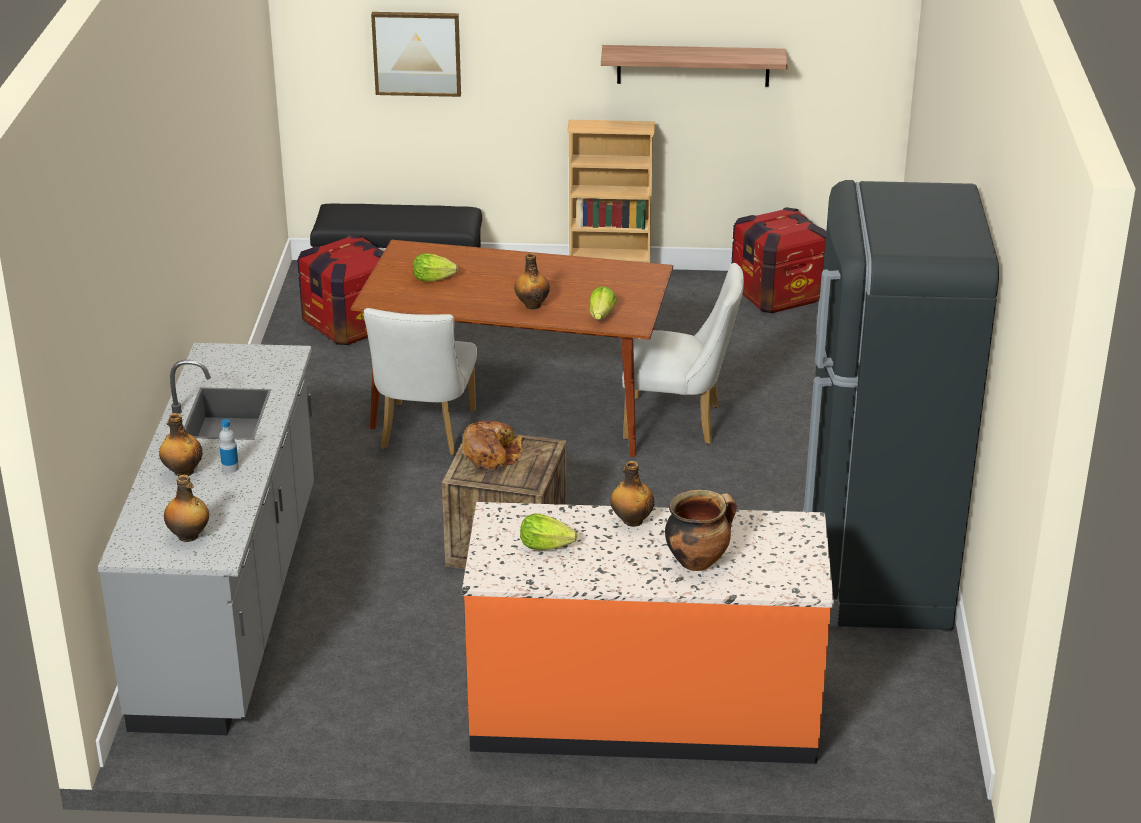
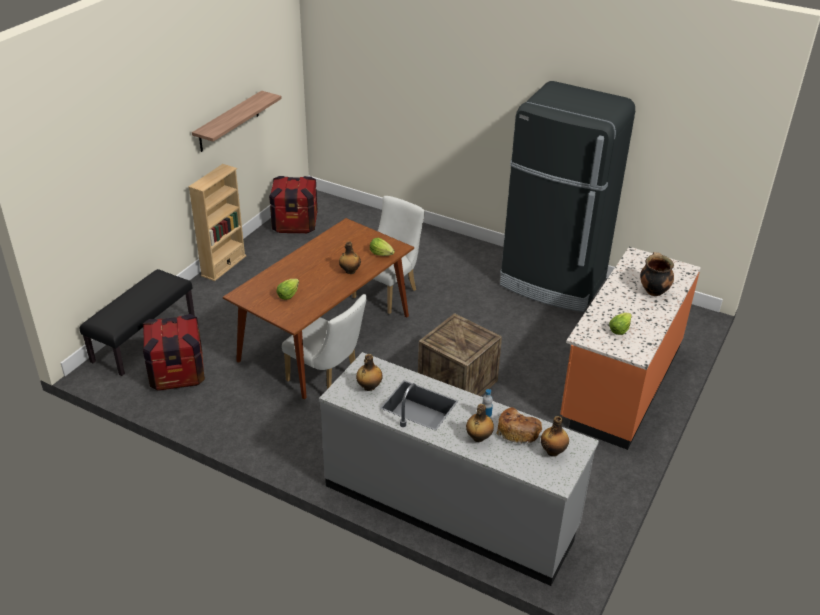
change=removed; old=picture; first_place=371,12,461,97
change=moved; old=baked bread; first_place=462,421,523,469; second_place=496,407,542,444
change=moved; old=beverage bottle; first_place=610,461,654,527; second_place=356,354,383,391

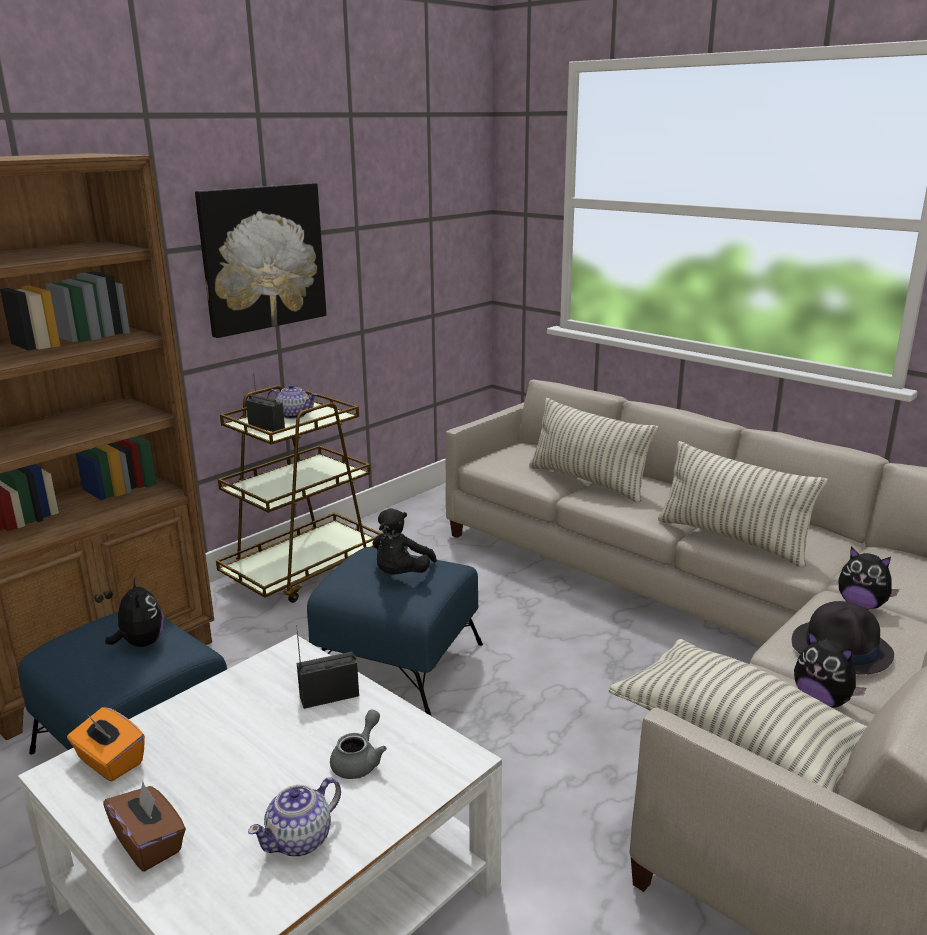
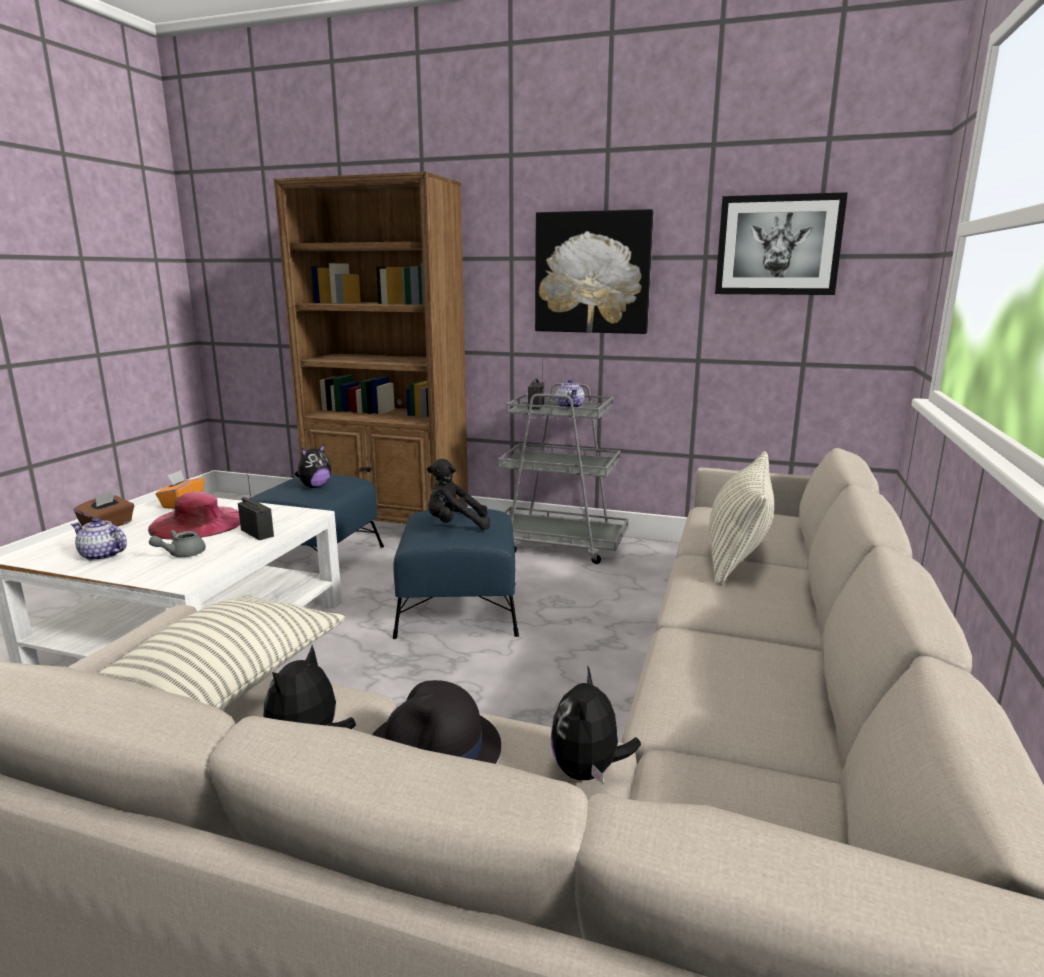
change=recoloured; old=brown trolley; new=grey trolley; first_place=216,386,382,603; second_place=498,383,629,564
change=turned; old=grey tea pot; first_place=330,709,387,779; second_place=149,530,206,557; degrees=135
change=removed; old=throw pillow; first_place=658,441,827,568
change=added; new=pinkish wearable hat; second_place=148,491,240,540
change=added; new=picture; second_place=715,192,848,295

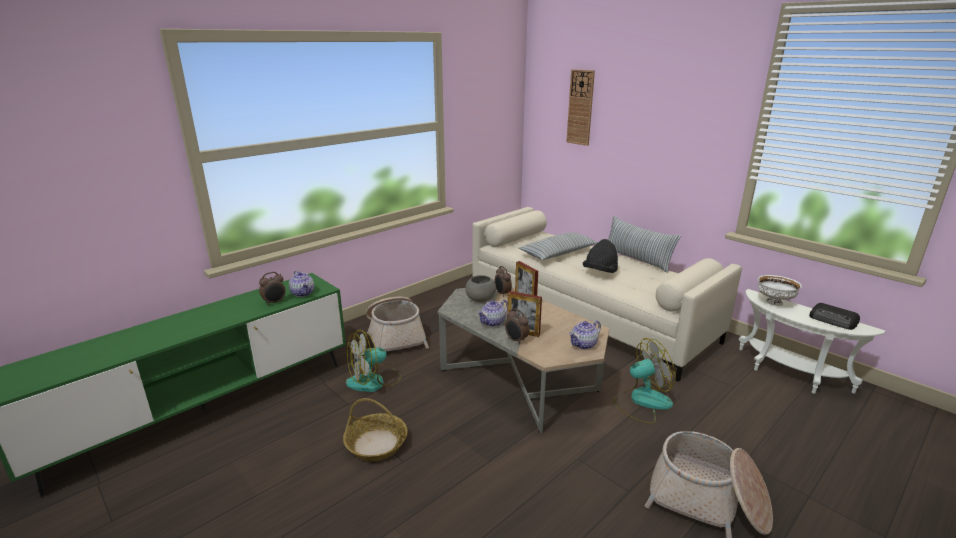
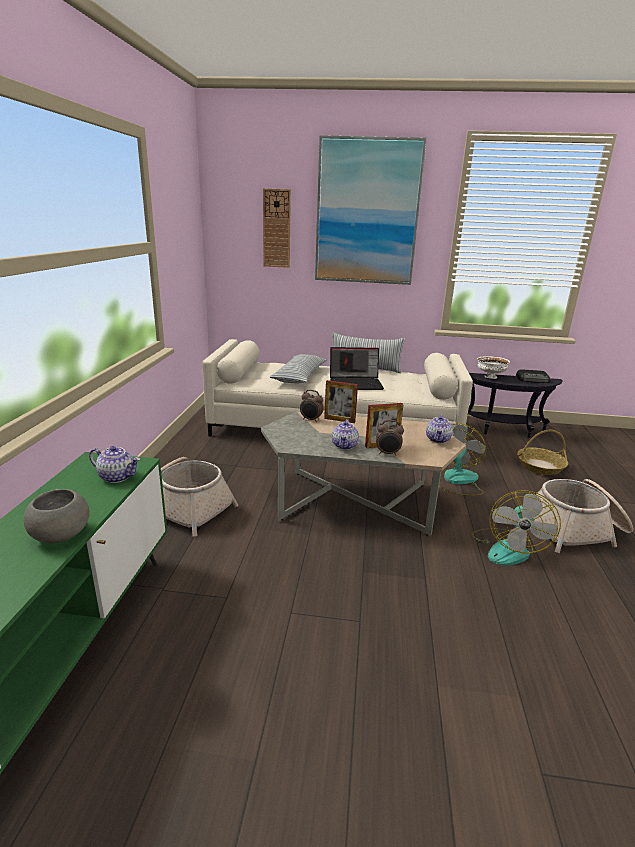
change=removed; old=table clock; first_place=259,272,286,306
change=moved; old=basket; first_place=343,398,408,461; second_place=517,430,568,475
change=moved; old=electric fan; first_place=346,330,401,392; second_place=472,491,561,565
change=moved; old=grey serving bowl; first_place=465,275,496,302; second_place=23,489,90,543
change=replaced; old=black wearable hat; new=portable computer; first_place=583,239,618,273; second_place=330,347,384,390
change=recoloured; old=whitish accent table; new=black accent table; first_place=739,289,885,394; second_place=468,373,563,438
change=added; new=picture; second_place=315,135,427,285

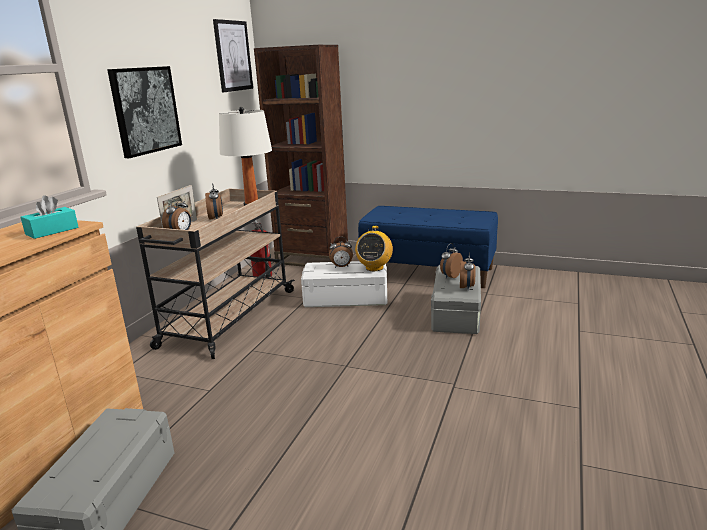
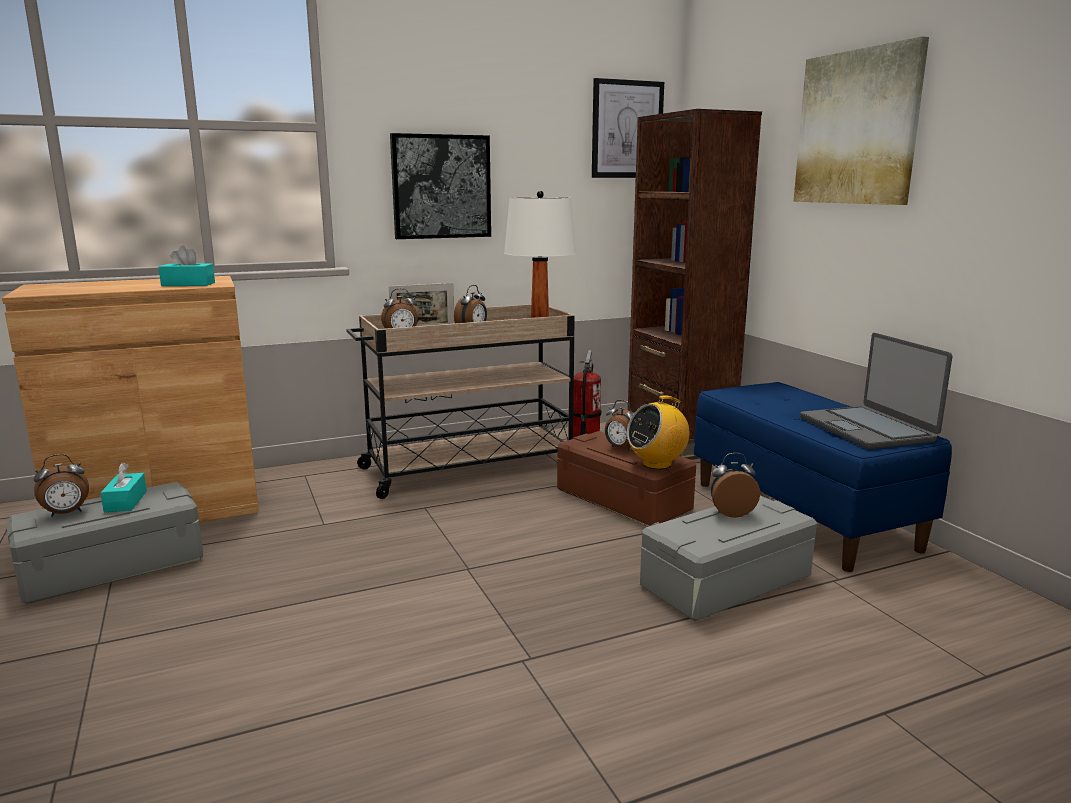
change=recoloured; old=whitish storage box; new=brown storage box; first_place=301,261,387,307; second_place=557,431,696,526
change=moved; old=table clock; first_place=460,252,476,290; second_place=33,454,89,517
change=added; new=blue-green tissue box; second_place=100,462,147,512
change=added; new=picture; second_place=793,36,929,205
change=added; new=portable computer; second_place=800,333,952,449

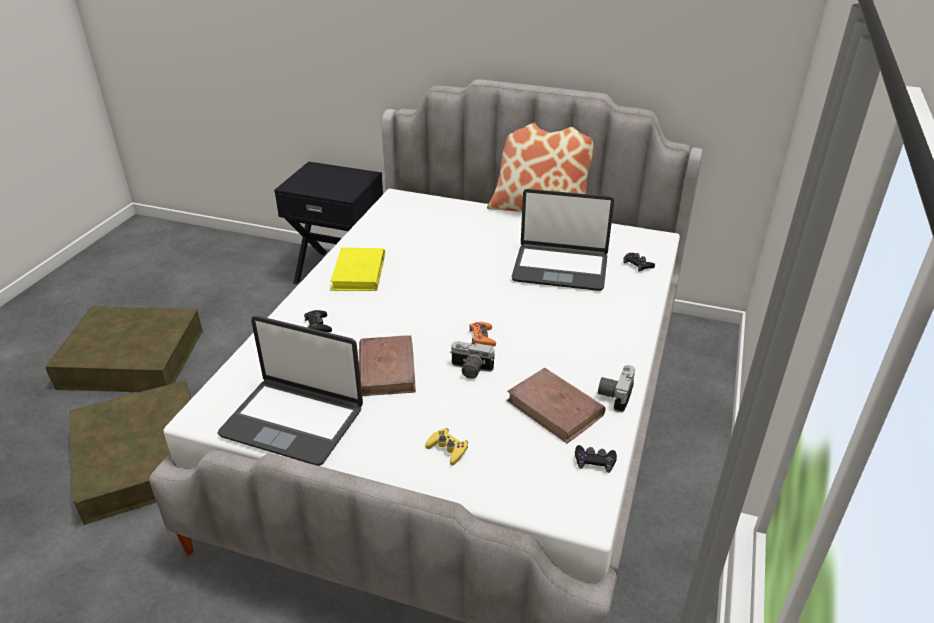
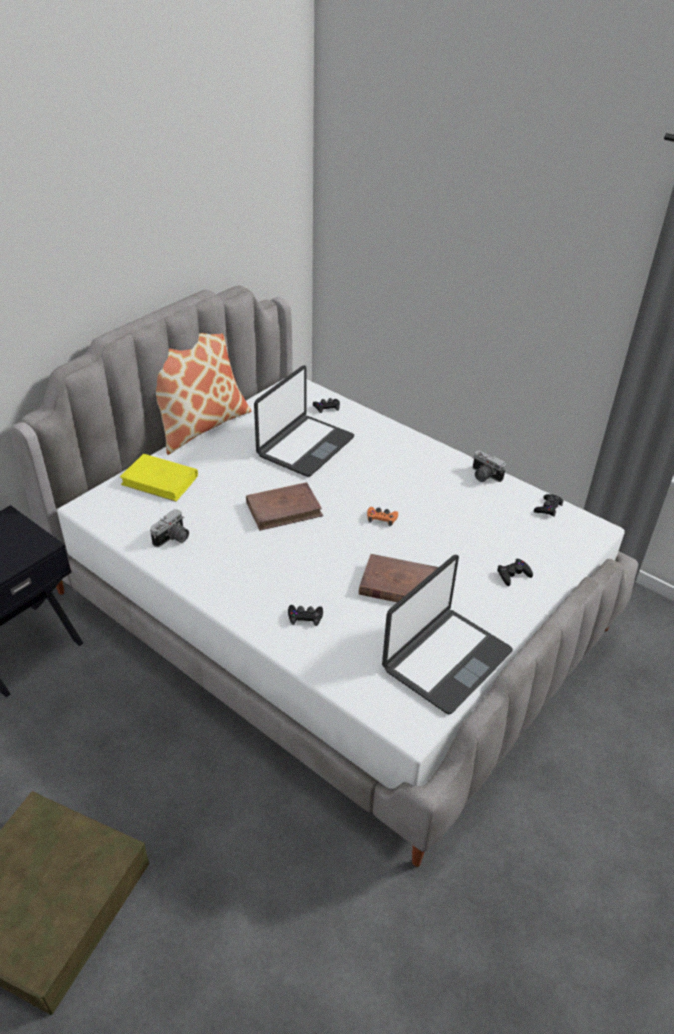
change=removed; old=brown storage box; first_place=69,380,191,525
change=moved; old=yellow-coloured volume; first_place=330,248,385,291; second_place=120,454,198,502
change=recoloured; old=yellow-coloured game controller; new=black game controller; first_place=425,428,468,466; second_place=497,558,533,586
change=moved; old=photo camera; first_place=450,341,495,379; second_place=150,509,189,547
change=moved; old=brown volume; first_place=507,368,606,443; second_place=246,482,323,531

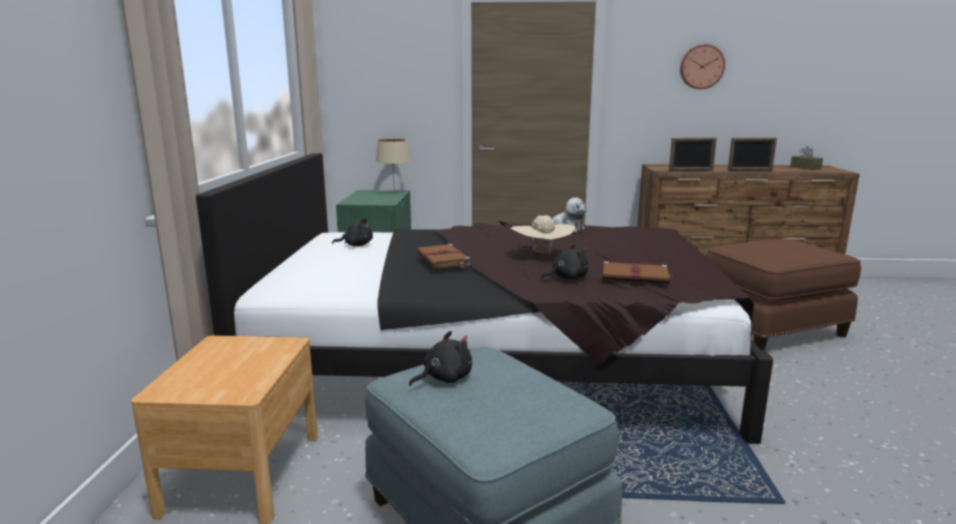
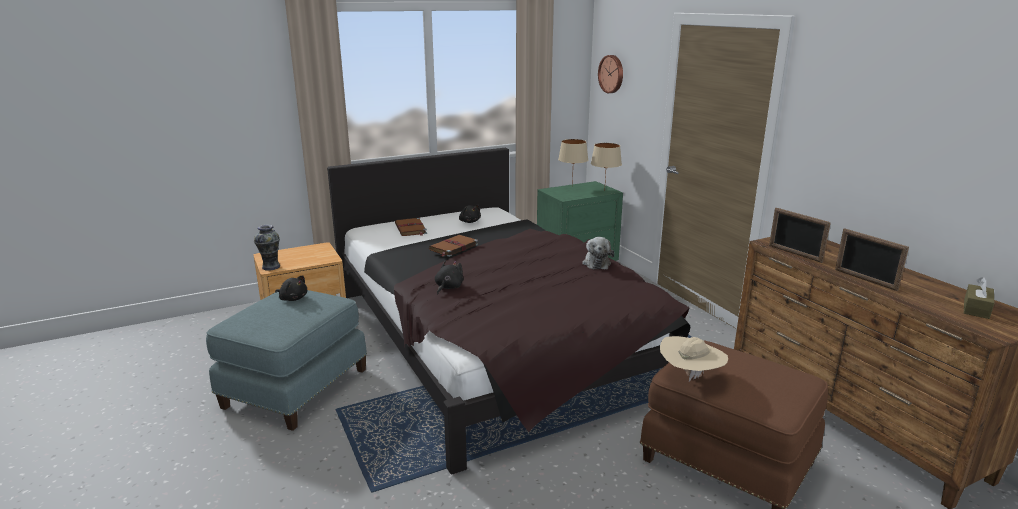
change=moved; old=beige wearable hat; first_place=511,215,575,255; second_place=660,336,728,382
change=turned; old=black plush toy; first_place=541,244,589,280; second_place=435,260,464,294; degrees=-105
change=moved; old=brown volume; first_place=603,261,672,284; second_place=395,218,427,236
change=moved; old=hanging clock; first_place=680,44,725,89; second_place=598,55,623,93
change=added; new=vase; second_place=254,225,280,271
change=added; new=beige lamp for a table; second_place=558,139,588,186

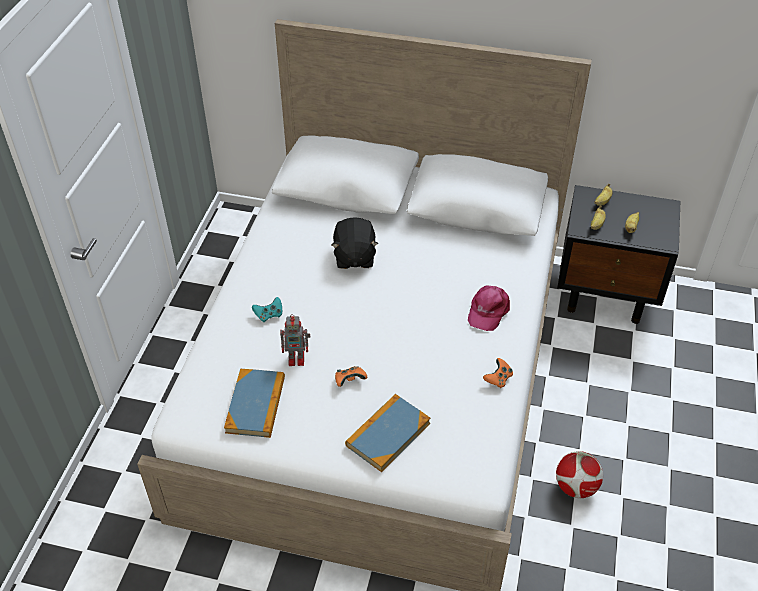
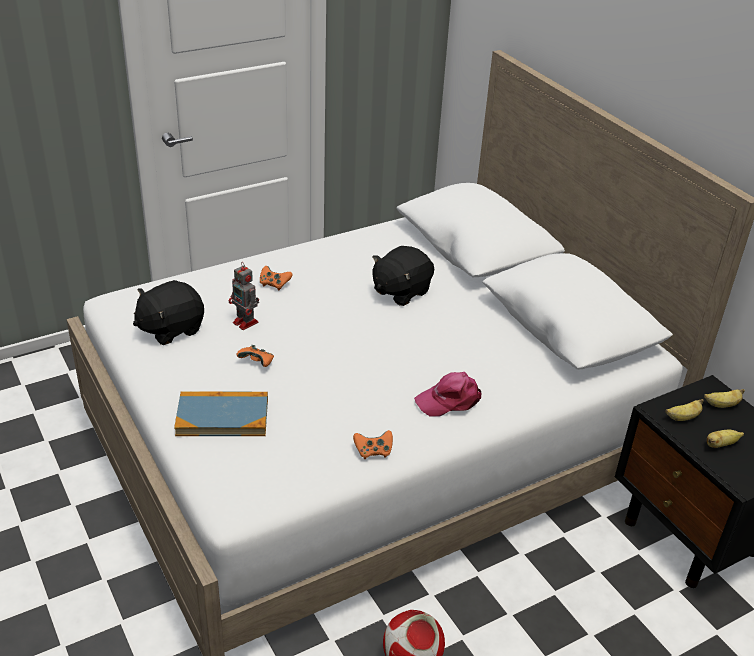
change=replaced; old=volume; new=black plush toy; first_place=224,369,285,438; second_place=133,280,204,345
change=recoloured; old=blue-green game controller; new=orange game controller; first_place=252,297,282,322; second_place=260,266,293,290

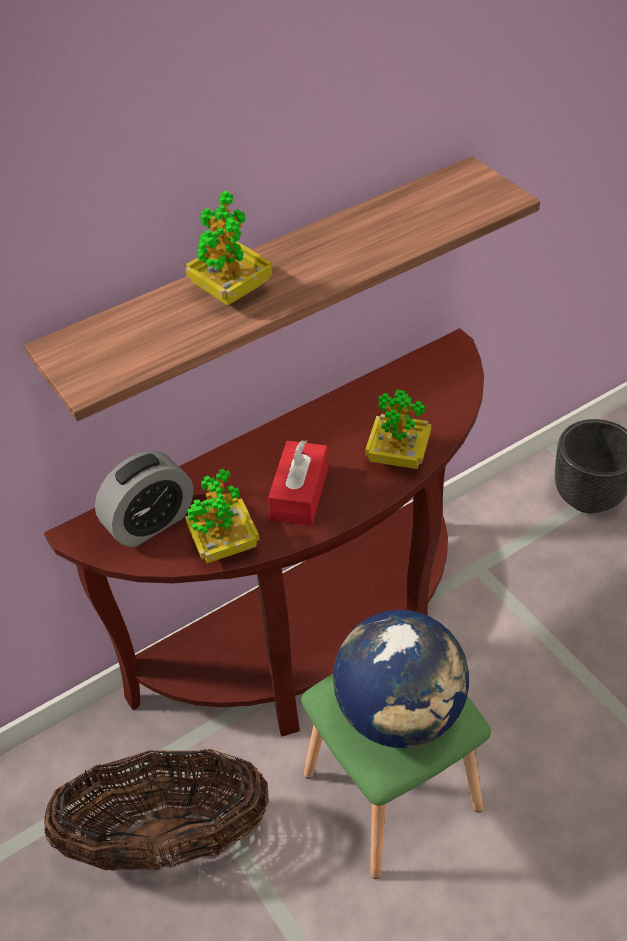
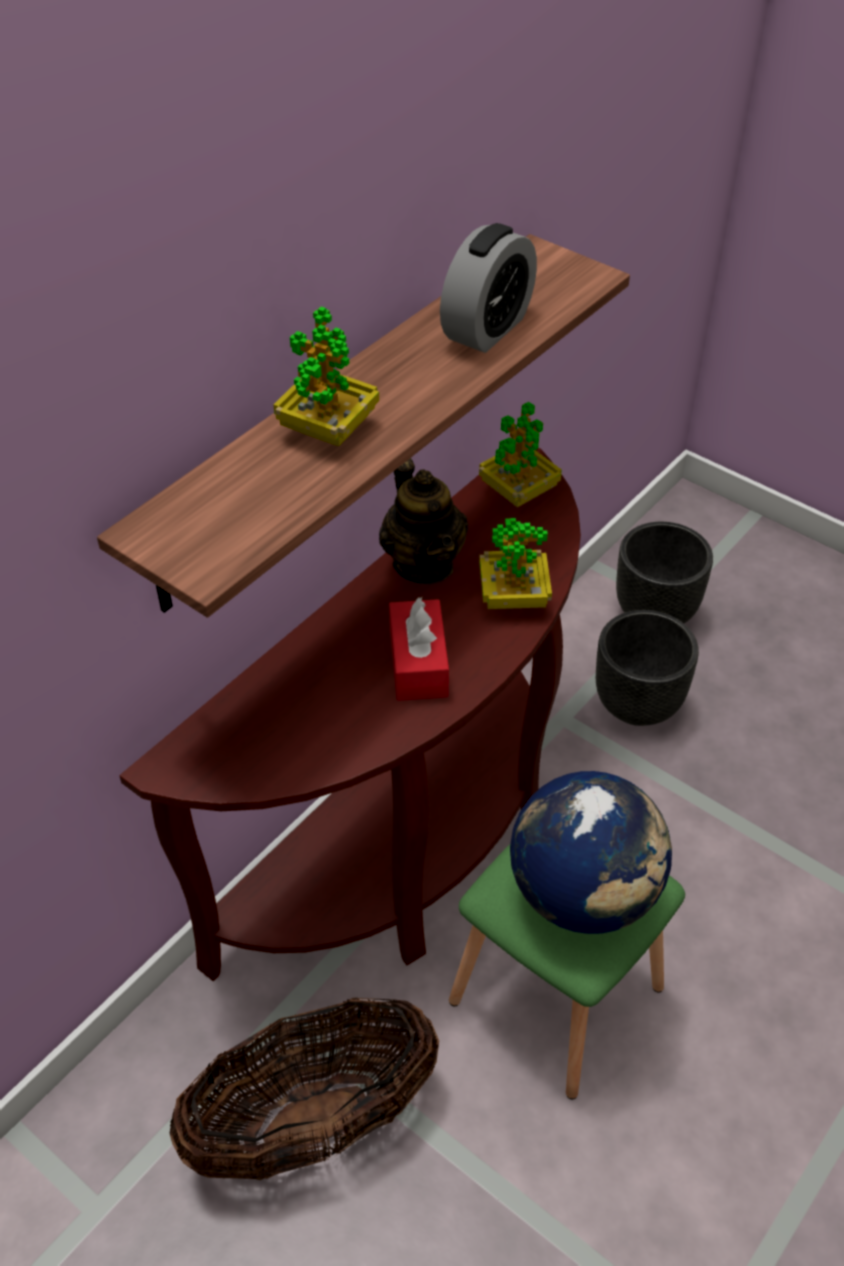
change=moved; old=table clock; first_place=95,451,193,547; second_place=440,223,537,353
change=moved; old=potted plant; first_place=185,469,260,563; second_place=479,402,562,507
change=added; new=tea pot; second_place=379,458,468,584
change=added; new=black planter; second_place=596,610,699,726

